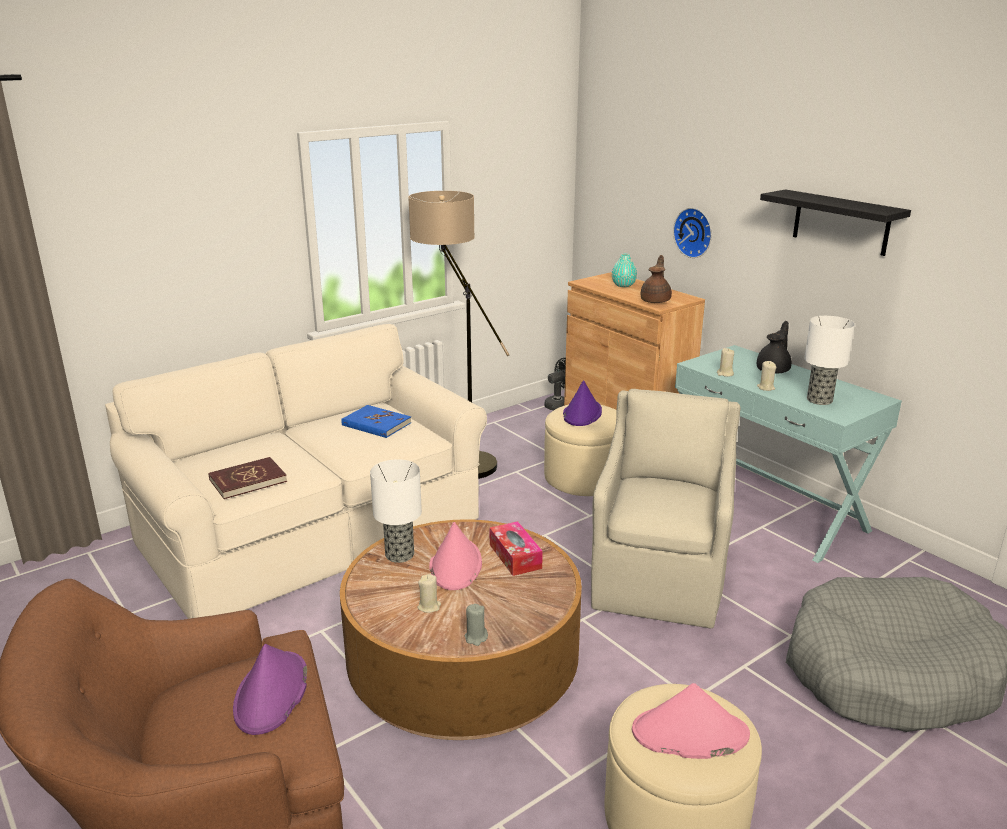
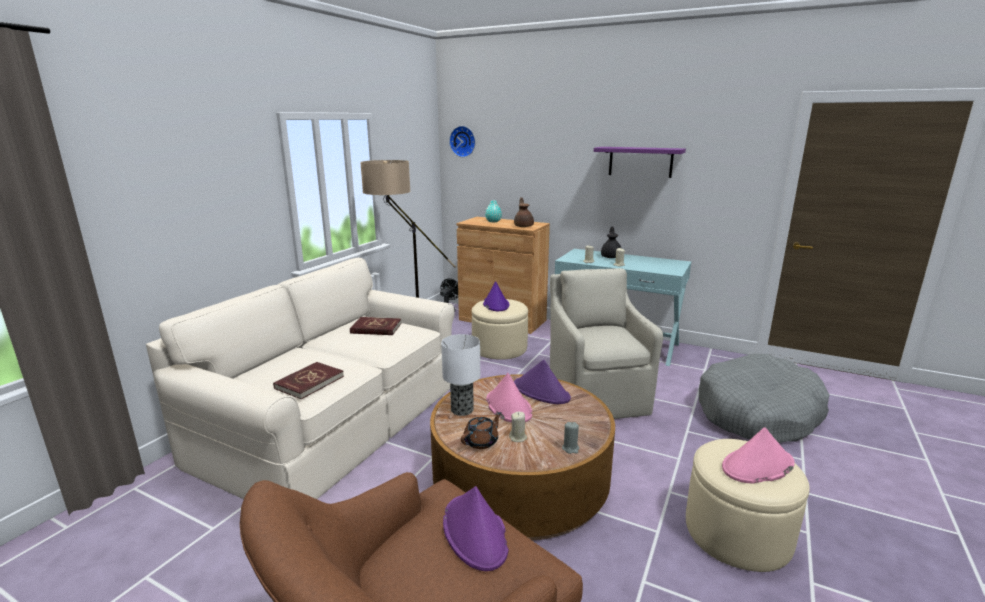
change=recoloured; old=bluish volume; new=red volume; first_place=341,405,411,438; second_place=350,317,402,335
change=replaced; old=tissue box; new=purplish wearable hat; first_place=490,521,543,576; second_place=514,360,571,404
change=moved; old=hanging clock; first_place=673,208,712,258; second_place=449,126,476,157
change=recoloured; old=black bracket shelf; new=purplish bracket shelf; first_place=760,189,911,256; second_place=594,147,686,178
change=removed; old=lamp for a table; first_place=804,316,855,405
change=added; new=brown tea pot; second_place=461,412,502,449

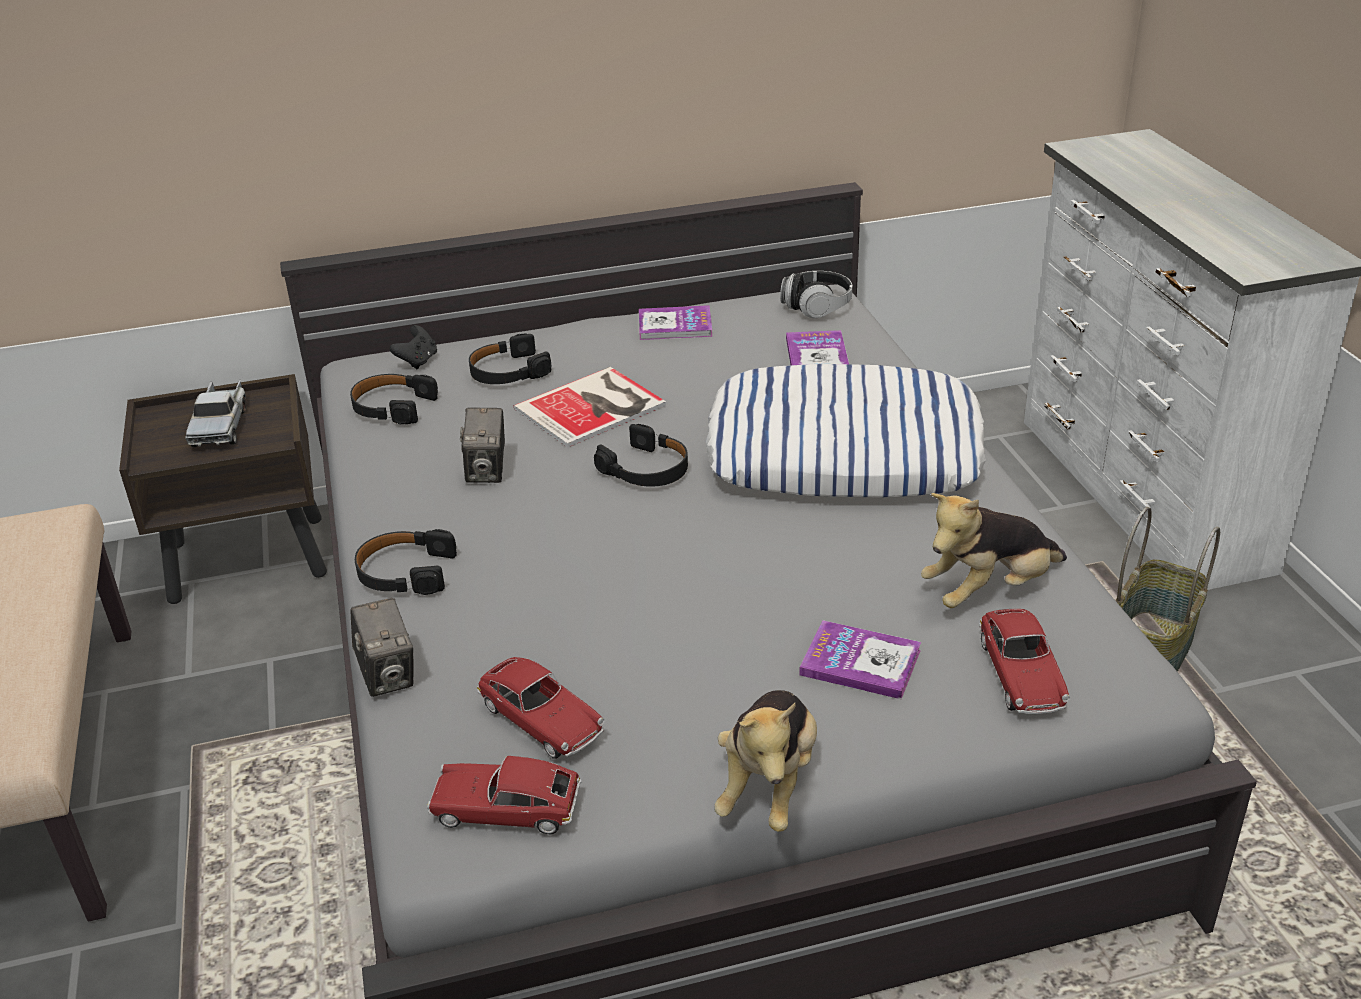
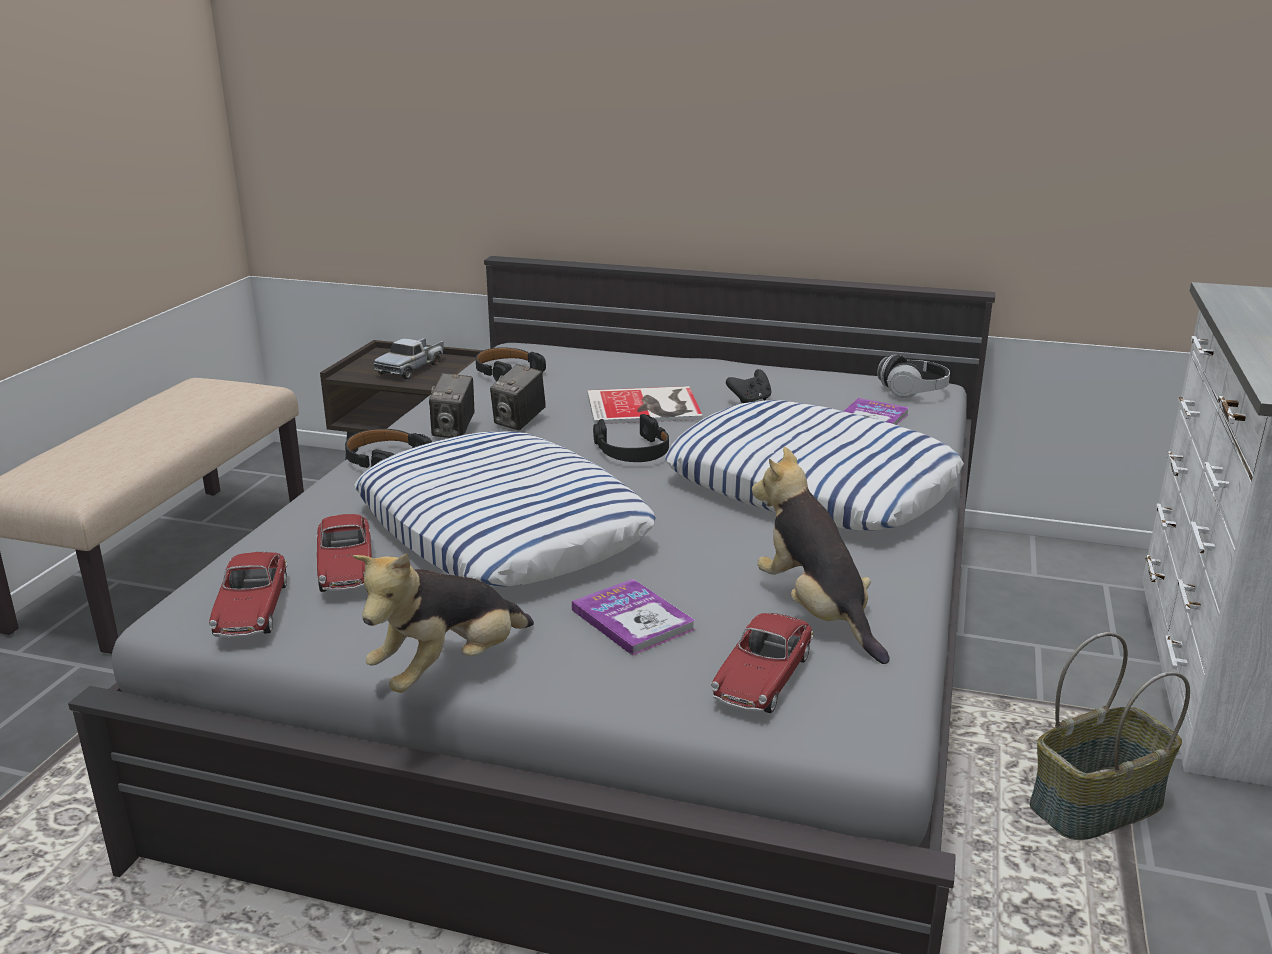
change=moved; old=photo camera; first_place=351,598,414,697; second_place=429,373,474,438
change=moved; old=black game controller; first_place=389,325,437,369; second_place=726,369,772,403
change=turned; old=toy car; first_place=427,756,582,835; second_place=209,552,288,637; degrees=-135
change=removed; old=black headset; first_place=469,333,551,384
change=removed; old=volume; first_place=639,305,713,340
change=turned; old=plush toy; first_place=921,493,1067,608; second_place=752,447,890,664; degrees=60
change=added; new=throw pillow; second_place=354,432,656,587

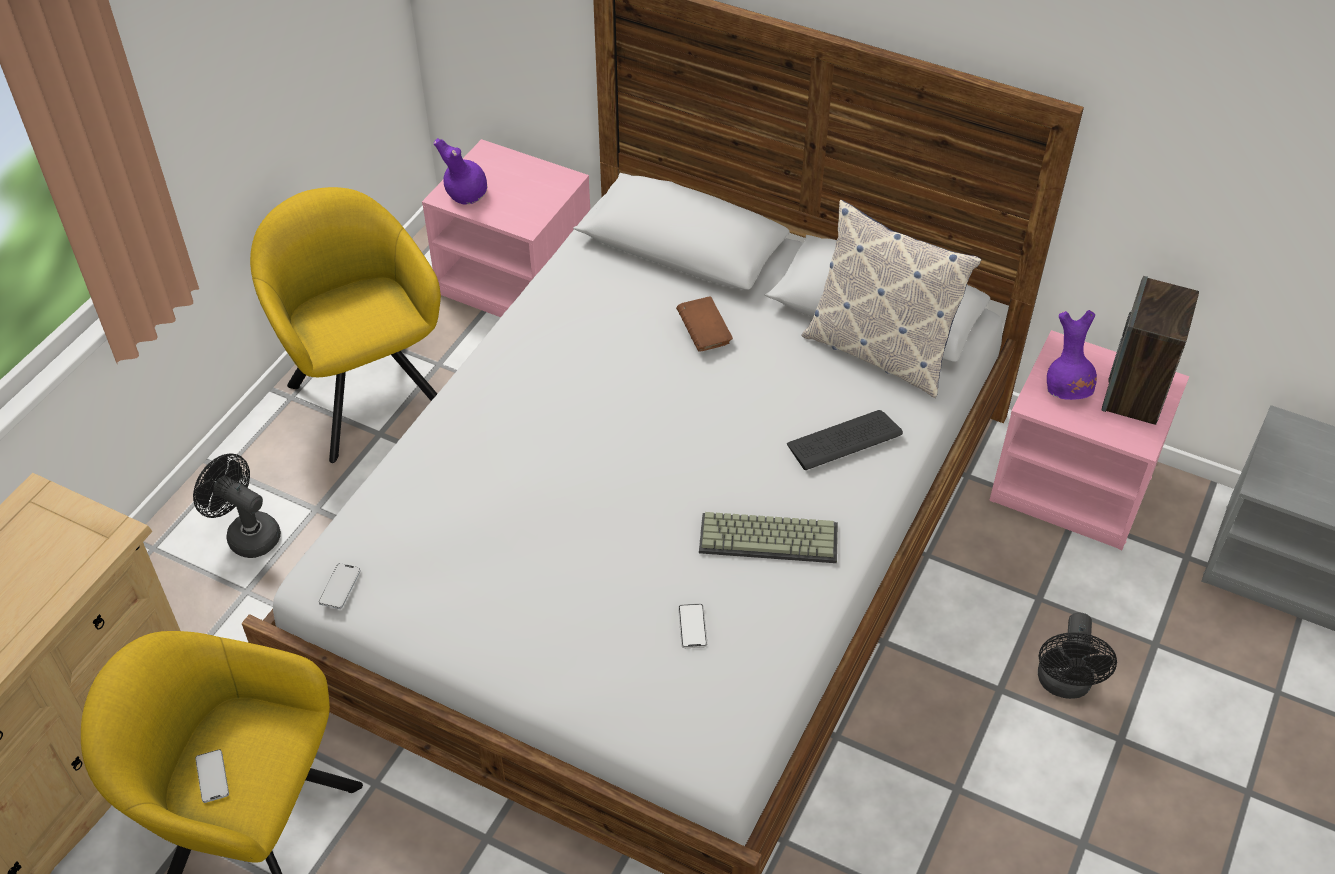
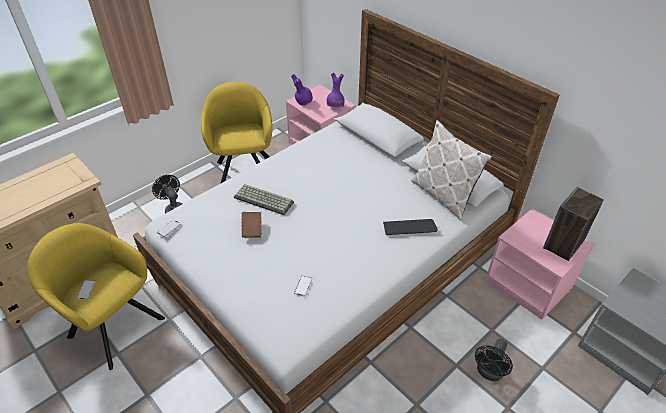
change=moved; old=brown volume; first_place=676,296,733,352; second_place=242,212,262,238
change=moved; old=keyboard; first_place=699,512,838,563; second_place=234,184,294,215
change=moved; old=purplish vase; first_place=1047,310,1097,400; second_place=327,73,345,107

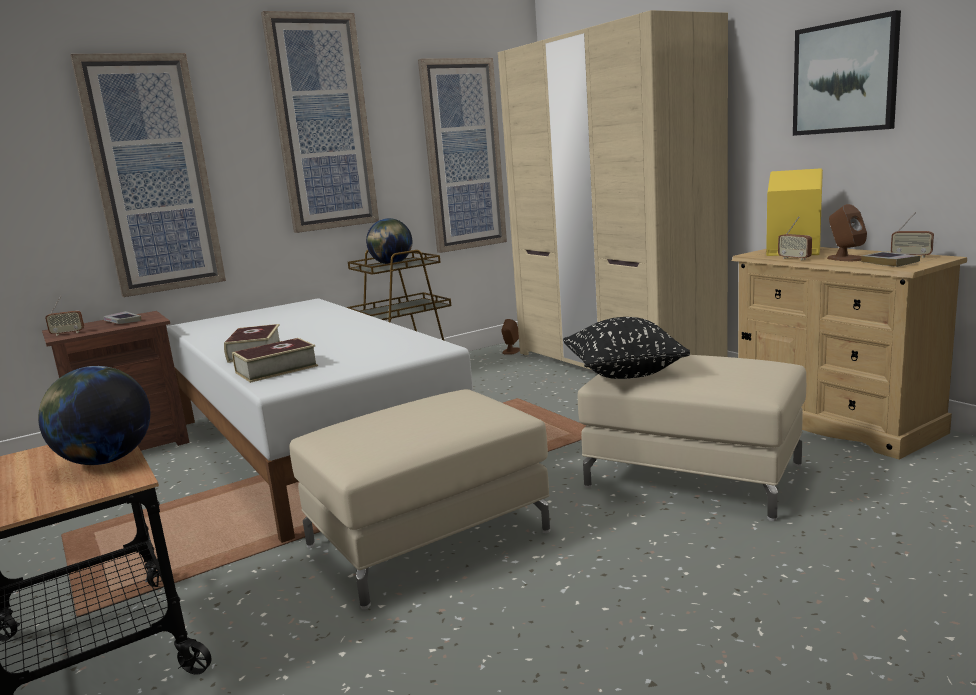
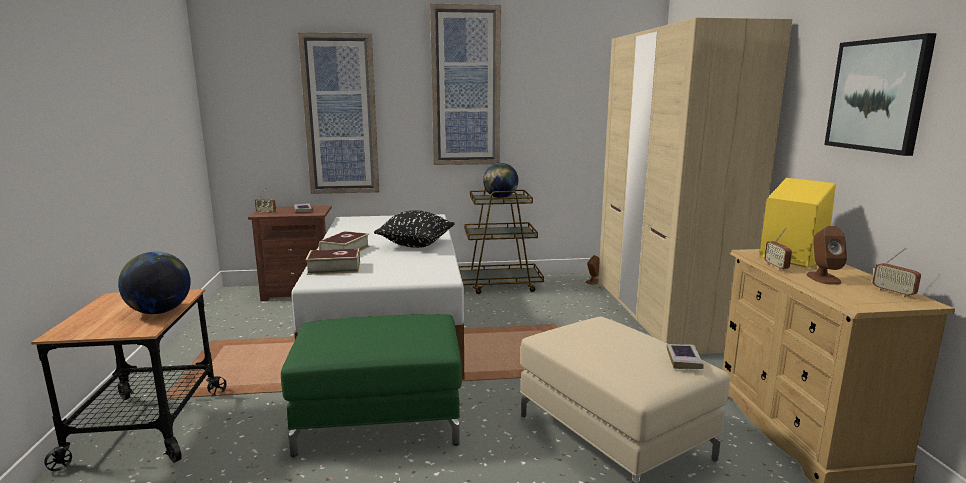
change=recoloured; old=beige footrest; new=greenish footrest; first_place=289,389,550,609; second_place=281,314,462,457
change=removed; old=picture; first_place=418,58,507,253
change=moved; old=black throw pillow; first_place=563,317,690,379; second_place=374,210,455,248
change=moved; old=volume; first_place=861,251,920,267; second_place=667,344,704,369

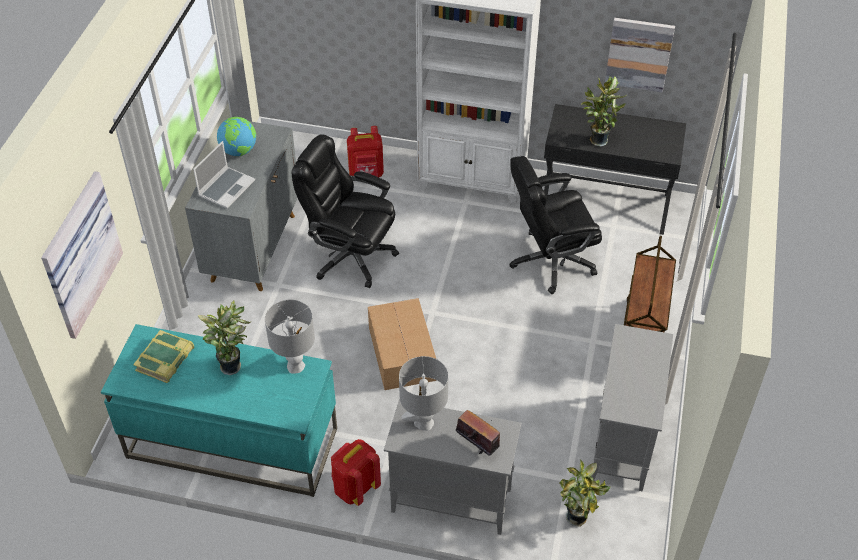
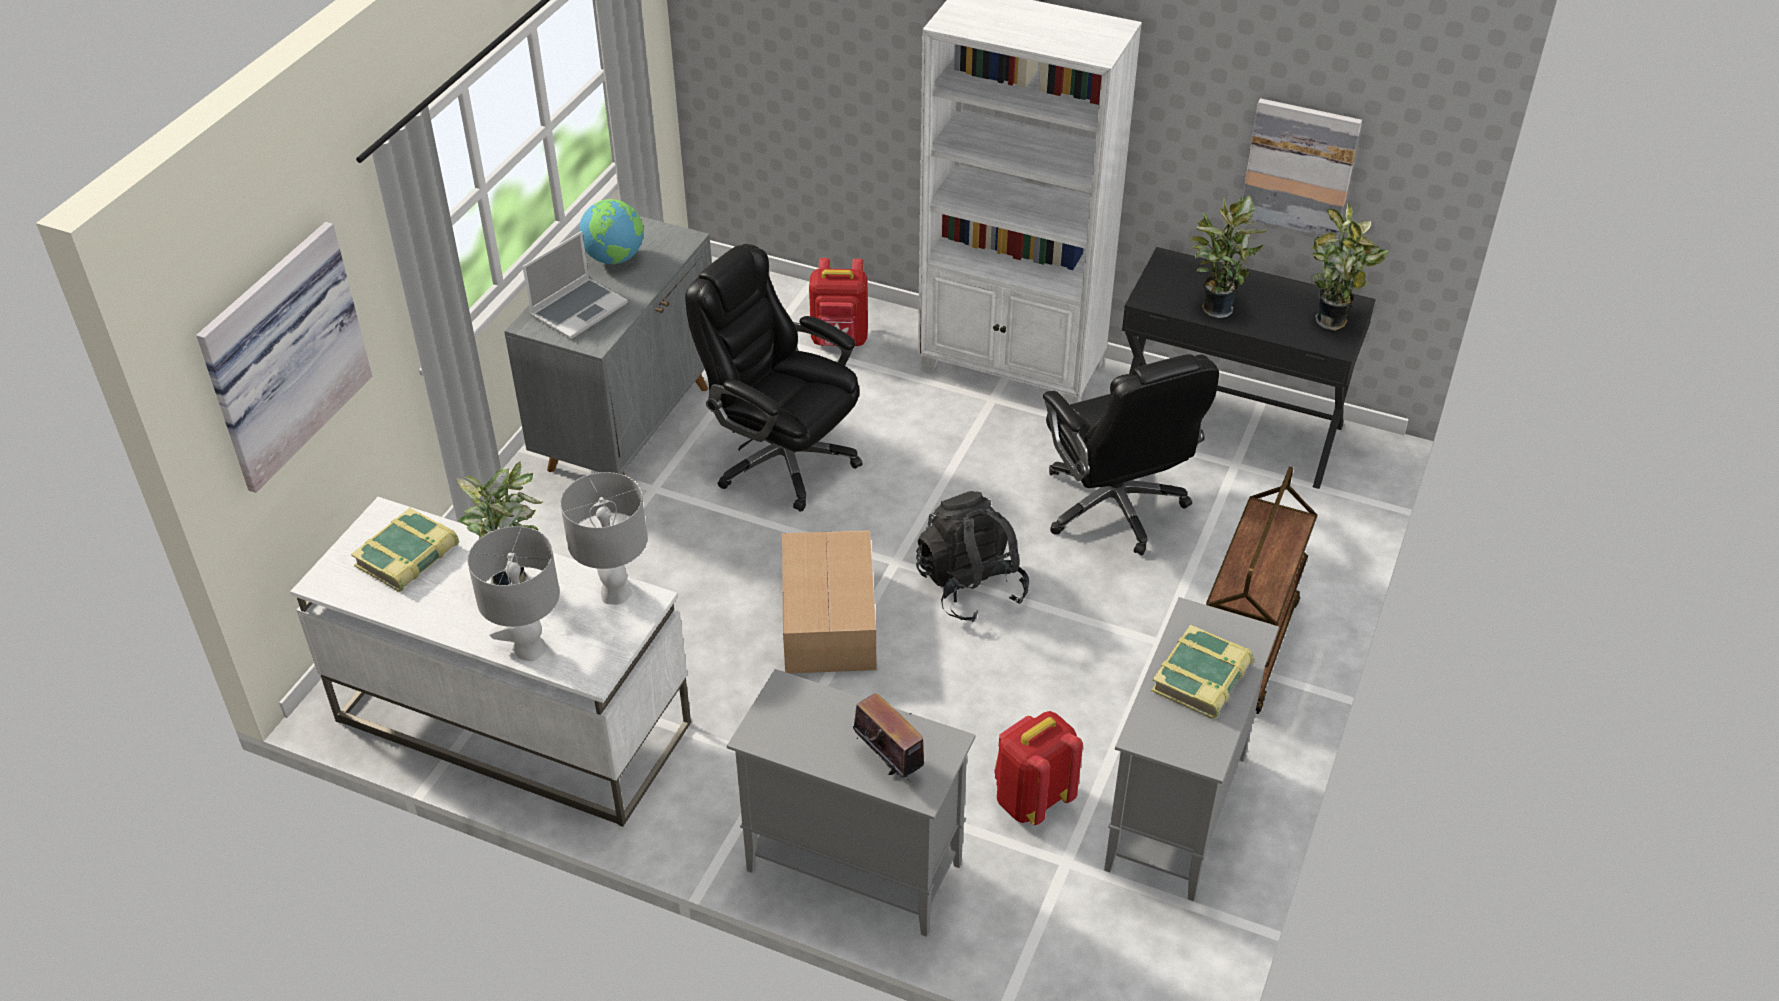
change=recoloured; old=blue-green desk unit; new=whitish desk unit; first_place=101,324,337,497; second_place=290,497,691,827
change=moved; old=red rucksack; first_place=331,439,381,506; second_place=994,711,1083,825
change=moved; old=grey lamp for a table; first_place=399,356,448,431; second_place=467,526,560,661
change=turned; old=black desk chair; first_place=509,156,602,294; second_place=1043,354,1219,556; degrees=-105
change=moved; old=potted plant; first_place=559,459,611,527; second_place=1312,203,1388,331
change=added; new=black rucksack; second_place=916,491,1029,622
change=added; new=volume; second_place=1151,625,1254,718

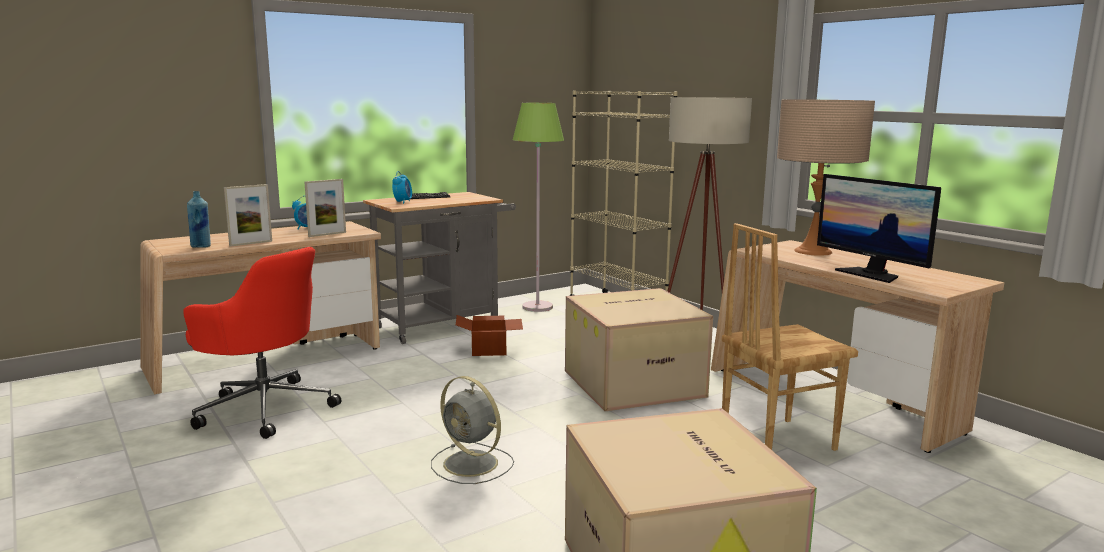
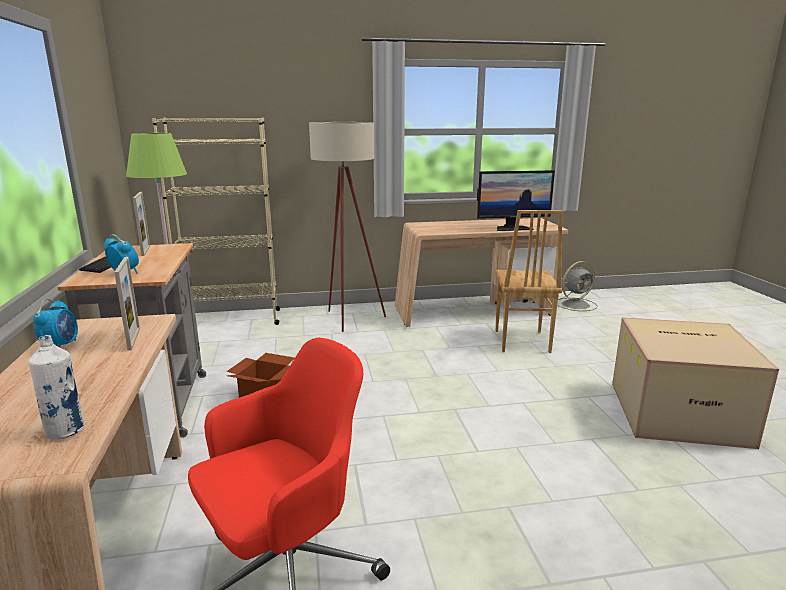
change=recoloured; old=bluish beverage bottle; new=whitish beverage bottle; first_place=187,191,211,248; second_place=28,335,84,440
change=moved; old=photo frame; first_place=224,184,272,246; second_place=133,192,150,256
change=moved; old=grey electric fan; first_place=431,376,514,484; second_place=557,261,597,311
change=removed; old=packing box; first_place=565,288,713,411
change=removed; old=beige lamp for a table; first_place=777,99,875,256

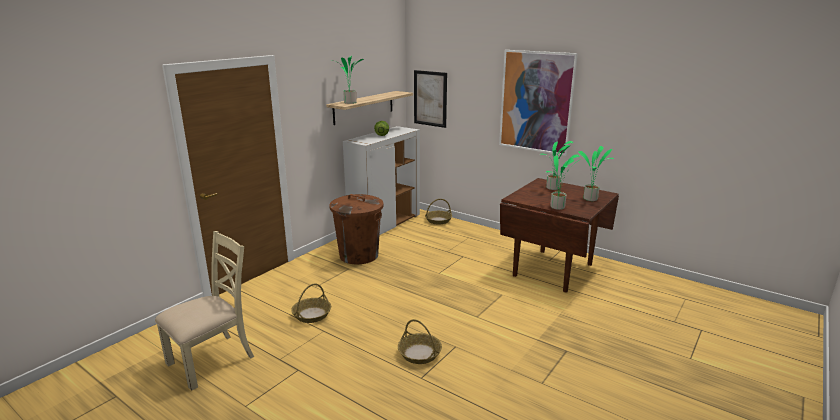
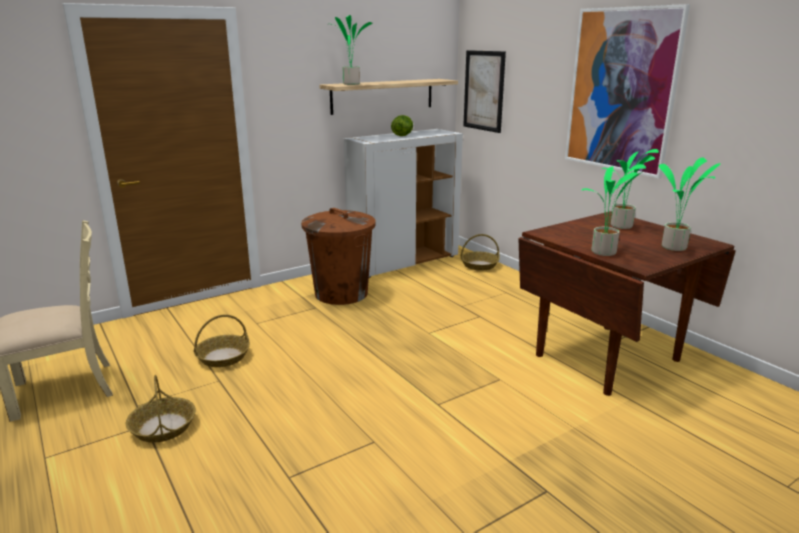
change=moved; old=basket; first_place=398,319,442,364; second_place=126,375,196,443

